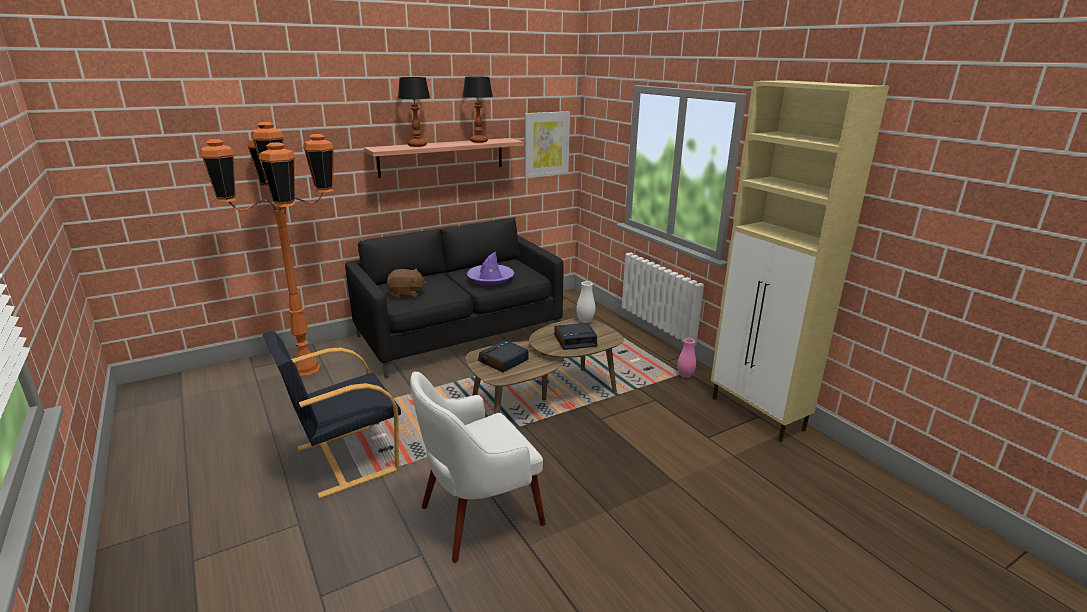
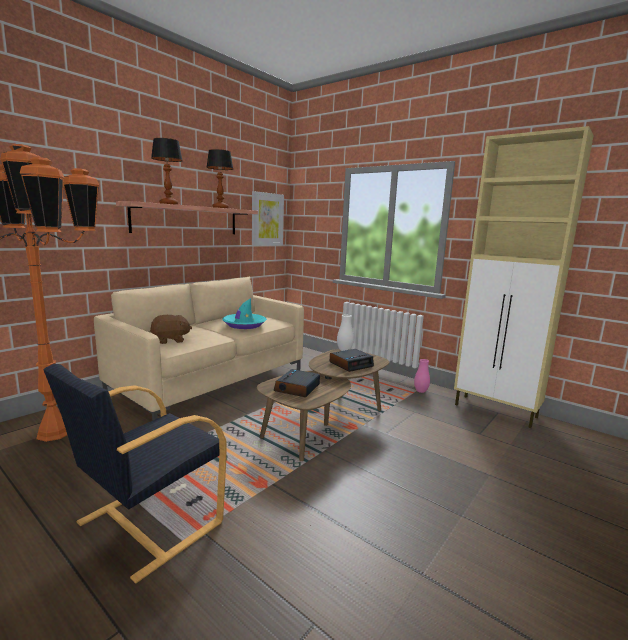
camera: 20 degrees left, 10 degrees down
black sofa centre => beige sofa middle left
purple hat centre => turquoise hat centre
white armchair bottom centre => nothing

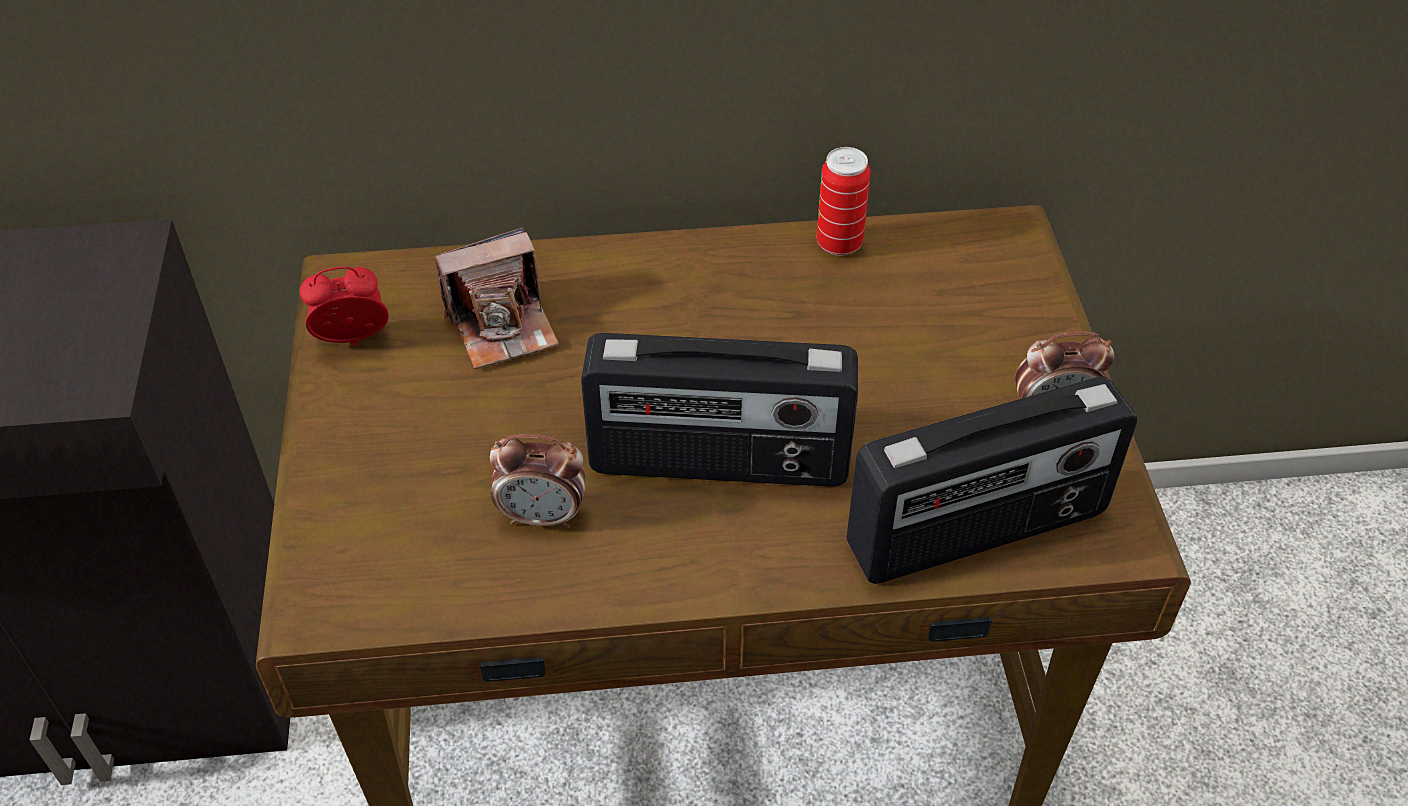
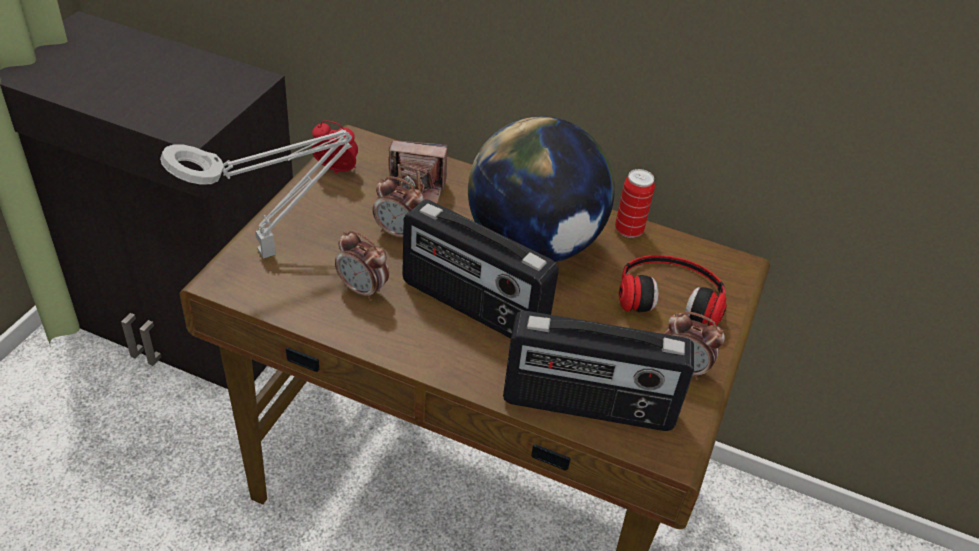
camera: 25 degrees right, 5 degrees down
nothing => grey table lamp middle left
nothing => alarm clock (no. 3 from left) centre
nothing => globe centre
nothing => headphones middle right

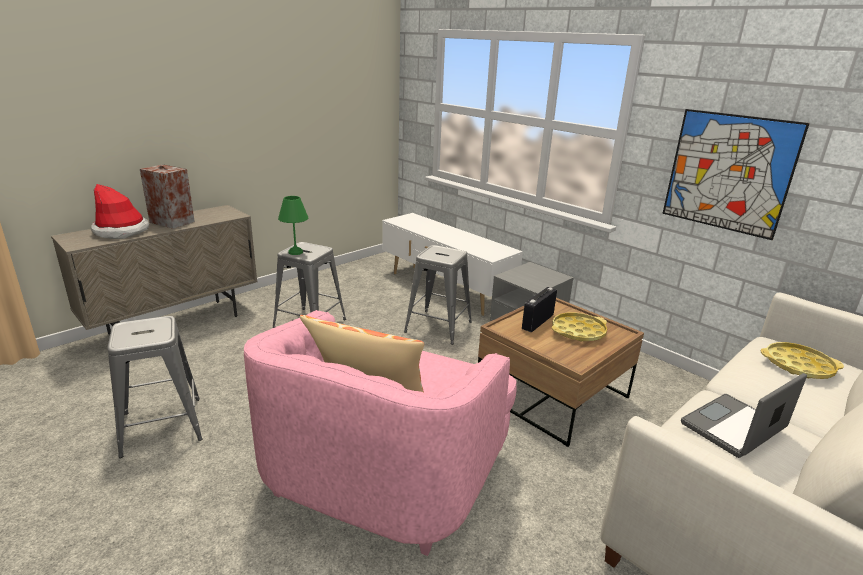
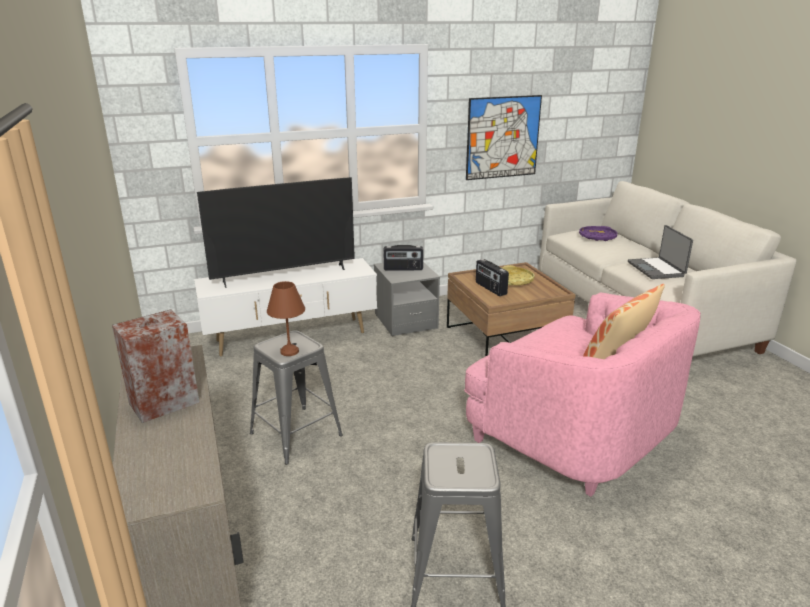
camera: 65 degrees left, 0 degrees up
nothing => television centre
green table lamp centre => brown table lamp centre
nothing => radio (no. 1 from left) centre
yellow tray (no. 2 from left) middle right => purple tray middle right
hat middle left => nothing
grey stool (no. 3 from left) centre => nothing

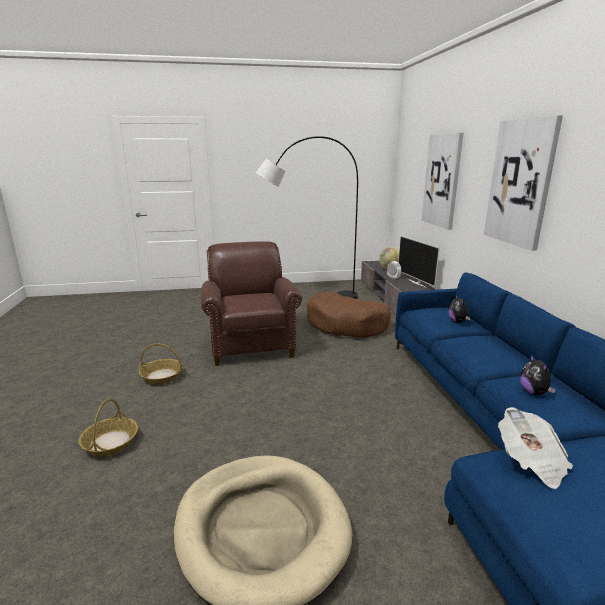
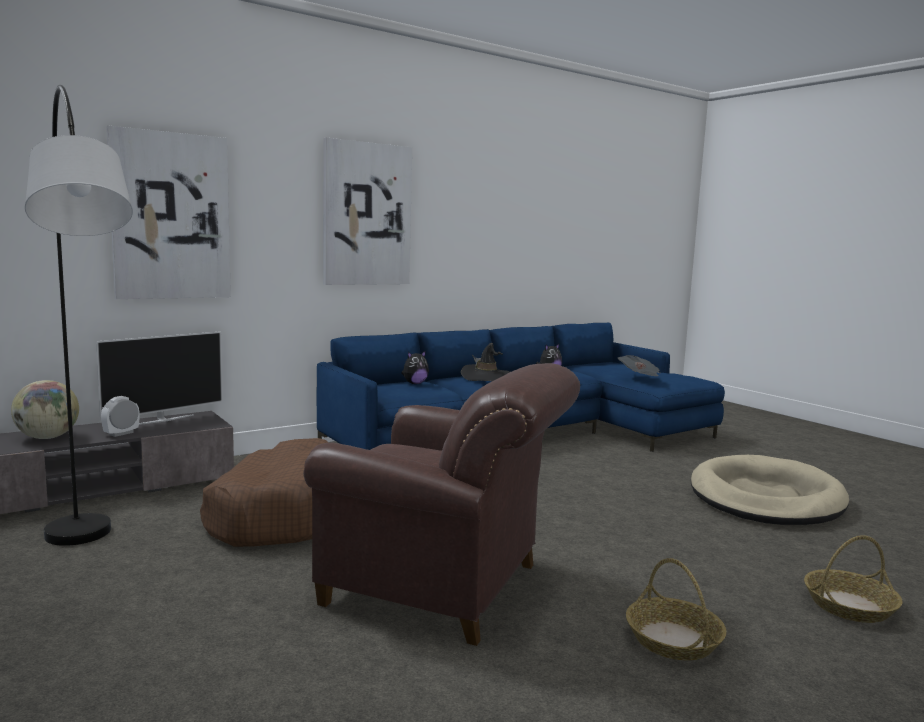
camera: 115 degrees left, 10 degrees down
brown armchair centre => brown armchair bottom centre, 120 degrees counterclockwise
nothing => black hat centre

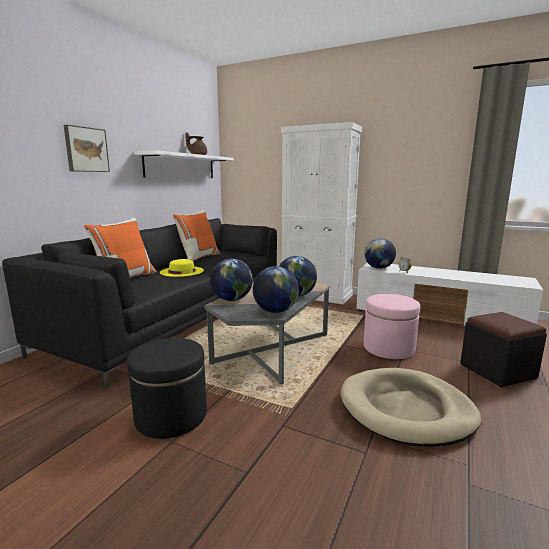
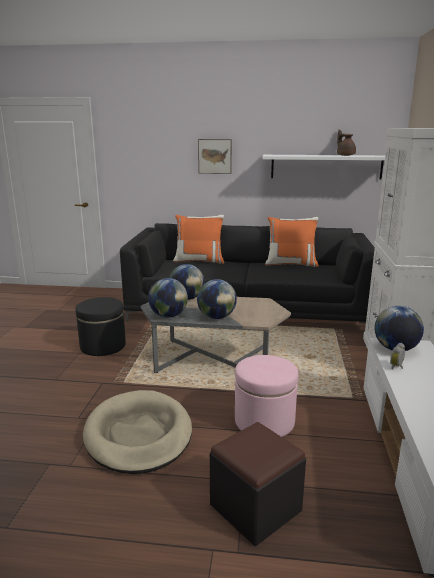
camera: 70 degrees right, 5 degrees up
yellow hat middle left => nothing

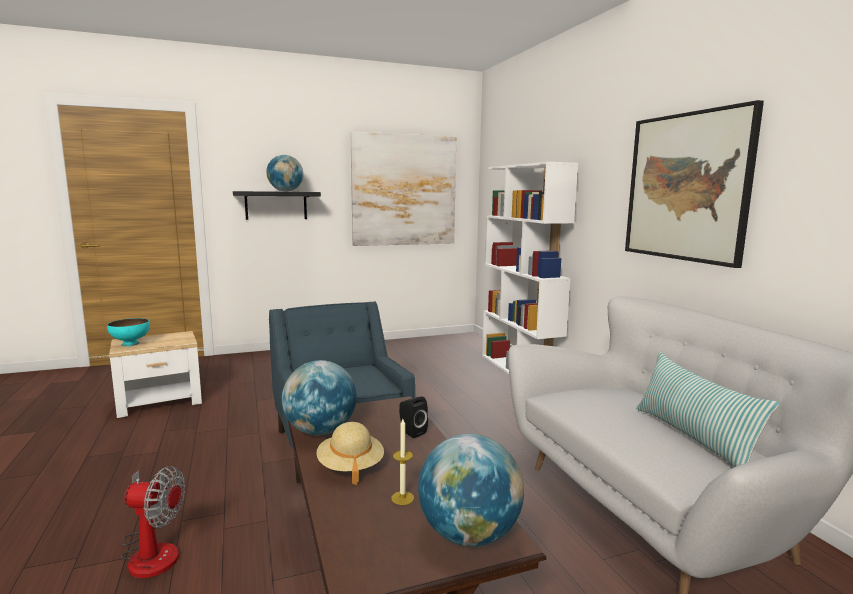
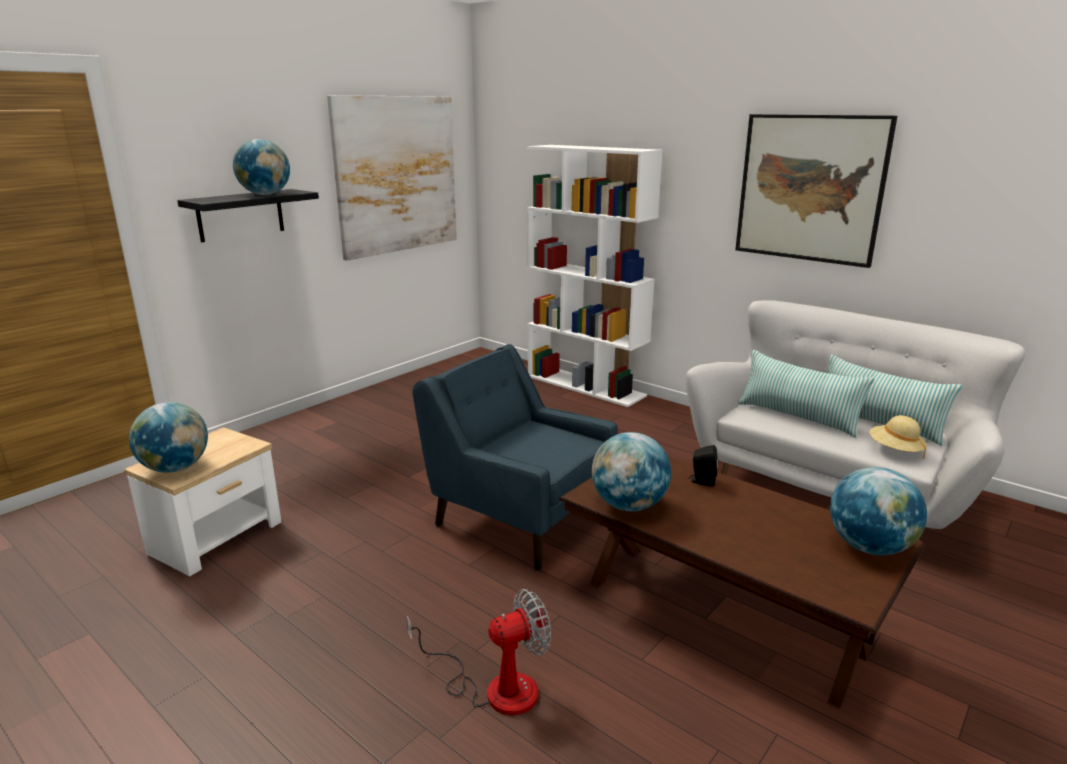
camera: 30 degrees left, 10 degrees up
turquoise bowl middle left => globe (no. 1 from left) middle left
nothing => pillow (no. 1 from left) middle right
beige hat bottom centre => beige hat middle right, relocated
candle bottom centre => nothing

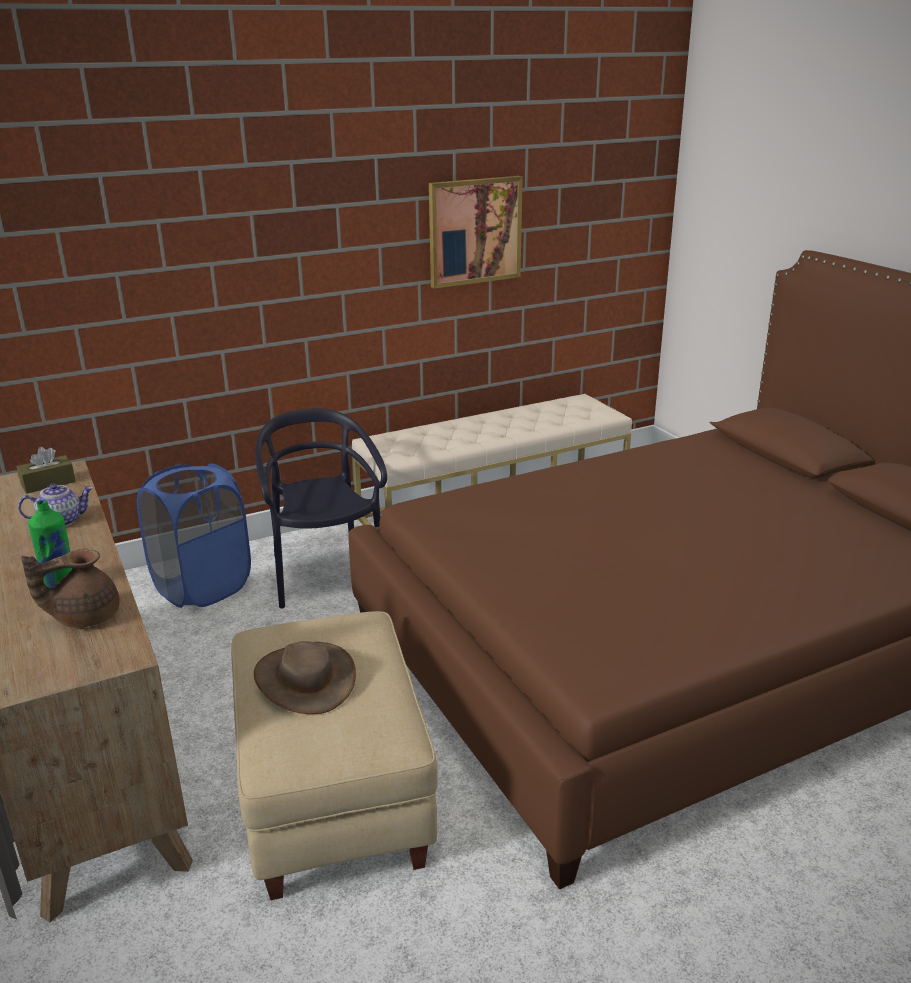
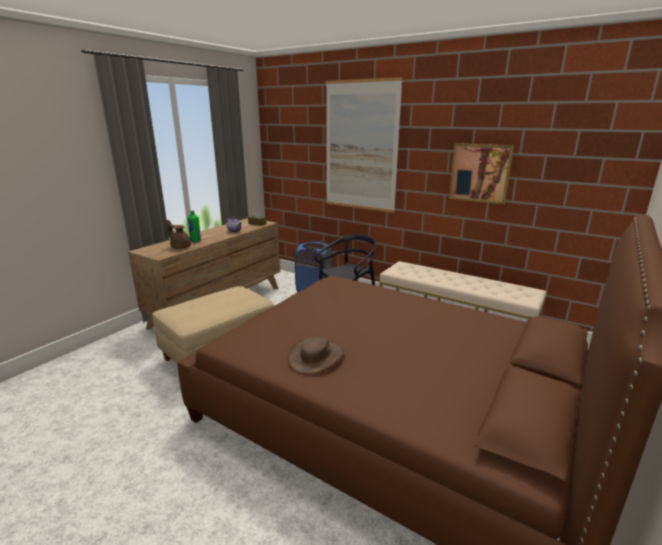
camera: 60 degrees right, 5 degrees down
brown hat bottom centre => brown hat centre, relocated
nothing => picture (no. 1 from left) top centre

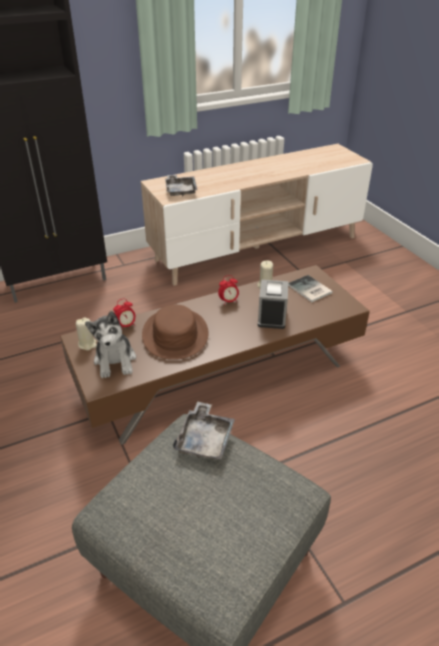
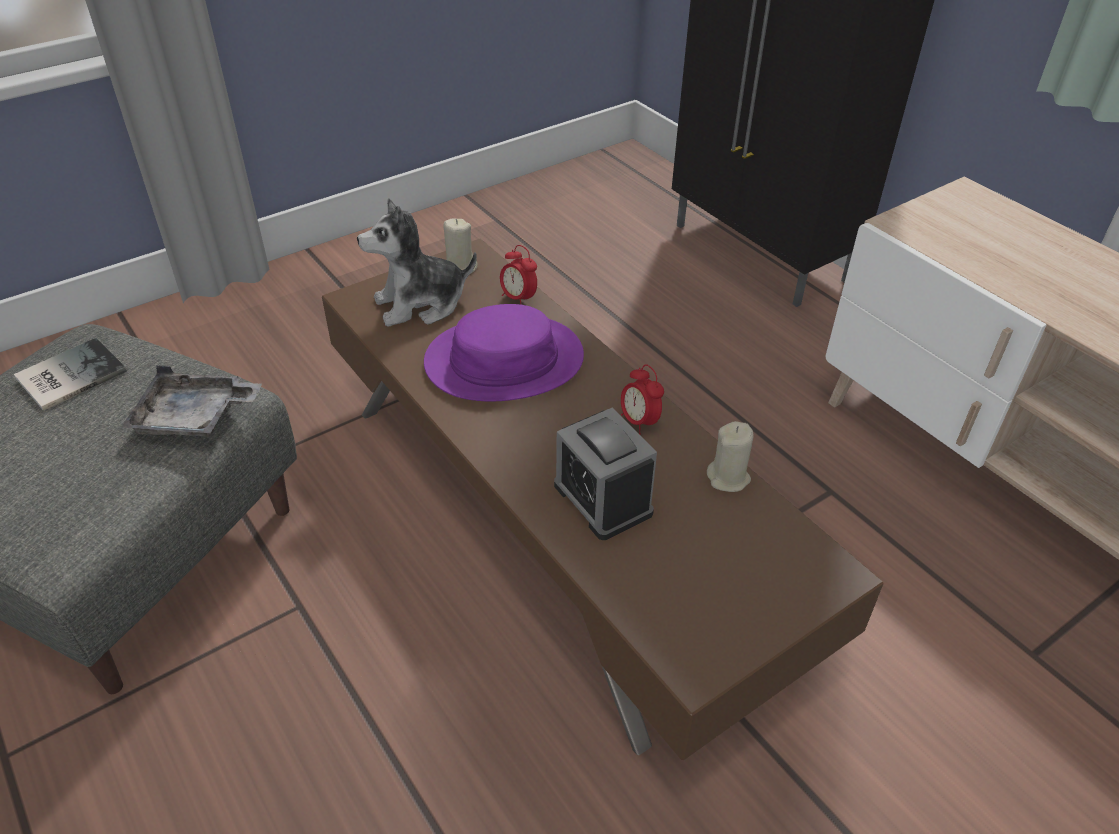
camera: 80 degrees right, 5 degrees up
book middle right => book middle left, relocated
brown hat centre => purple hat centre
alarm clock (no. 3 from left in the first image) centre => alarm clock (no. 2 from left) centre, 60 degrees clockwise
grey tray (no. 1 from left) top centre => nothing

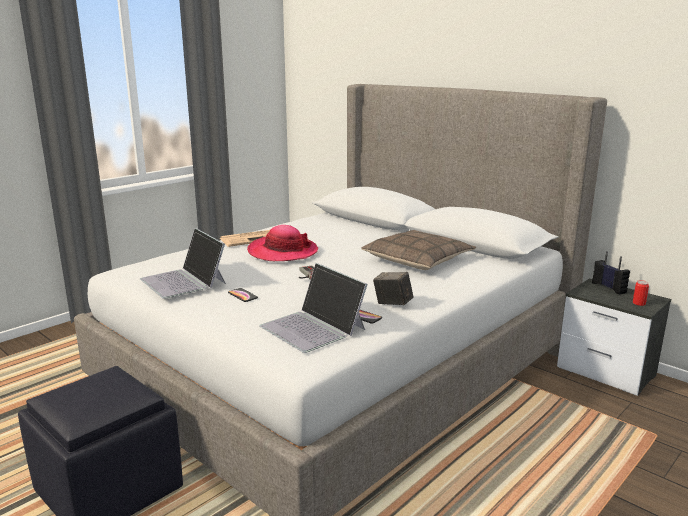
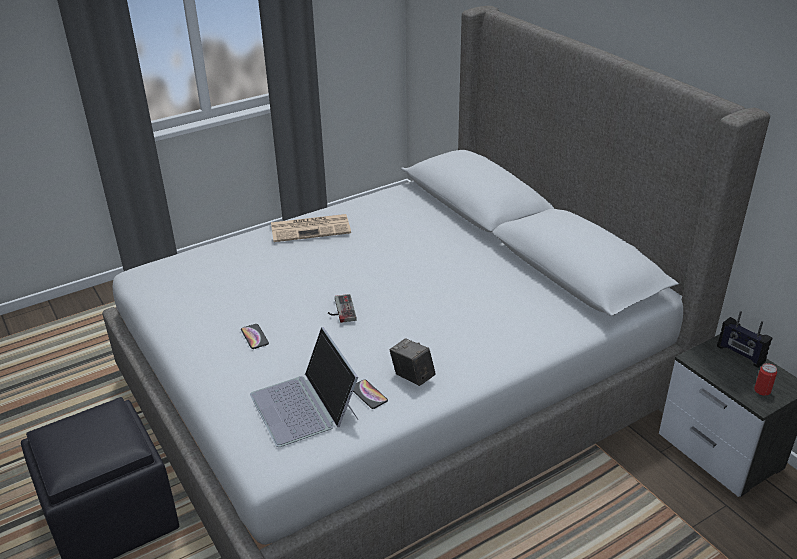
camera: 15 degrees right, 15 degrees up
radio middle right, 150 degrees clockwise
laptop (no. 1 from left) middle left => nothing
hat centre => nothing
pillow centre => nothing

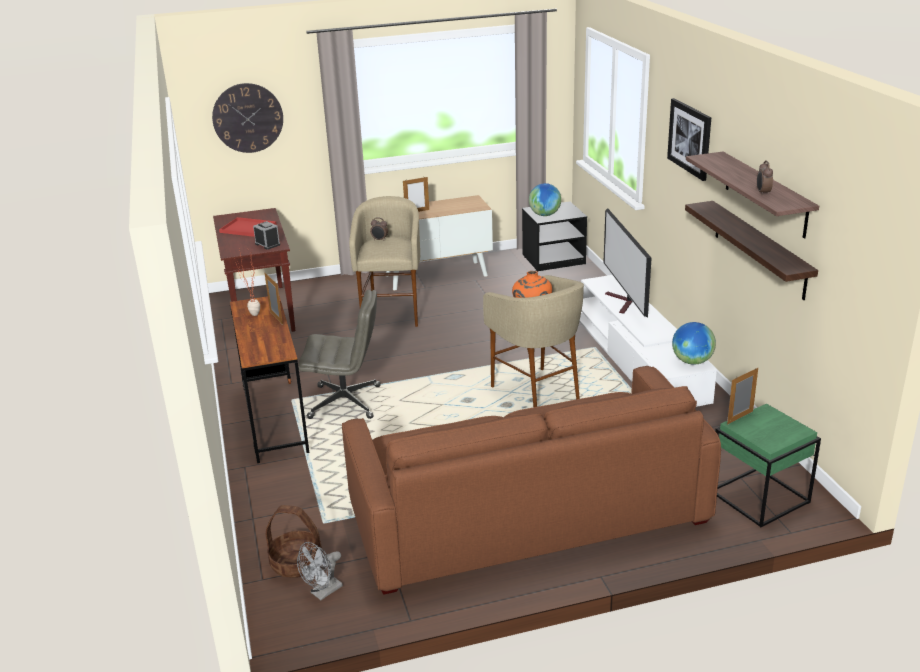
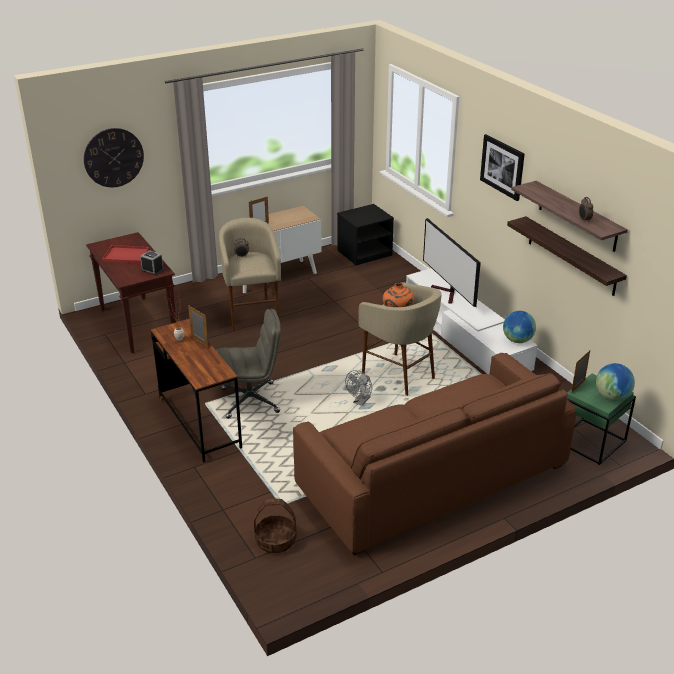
camera: 15 degrees left, 5 degrees up
grey fan bottom centre => grey fan centre, relocated
globe (no. 1 from left in the first image) top centre => globe (no. 2 from left) middle right, relocated

